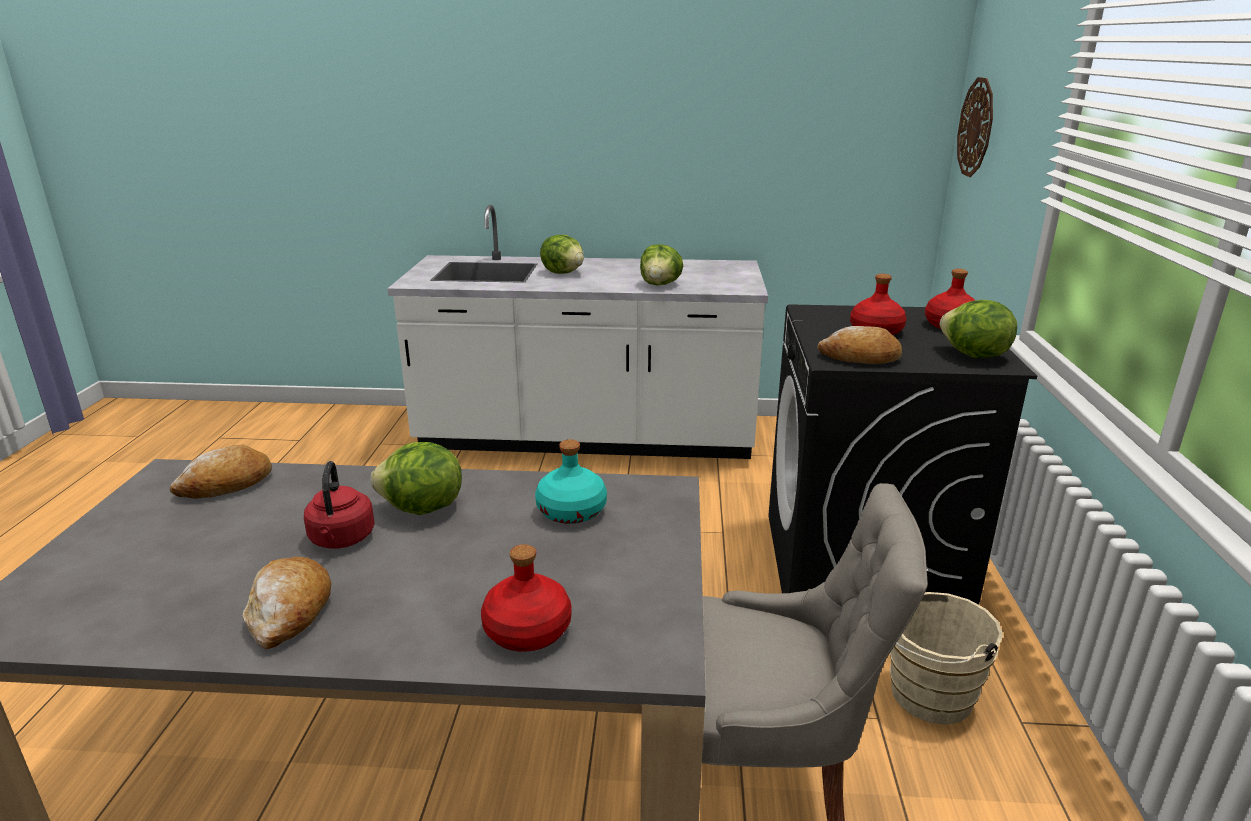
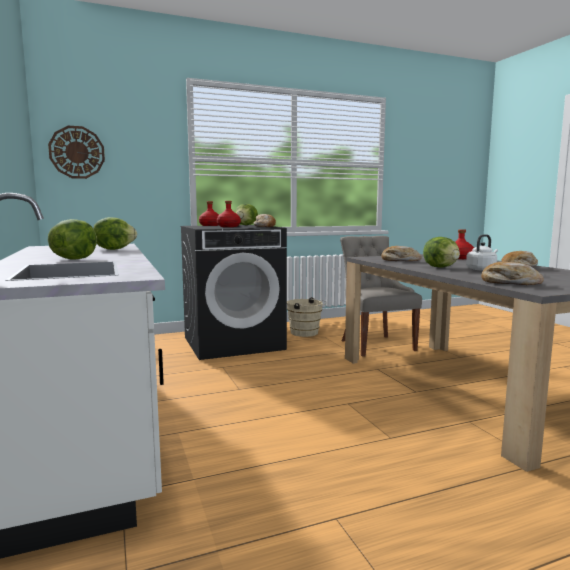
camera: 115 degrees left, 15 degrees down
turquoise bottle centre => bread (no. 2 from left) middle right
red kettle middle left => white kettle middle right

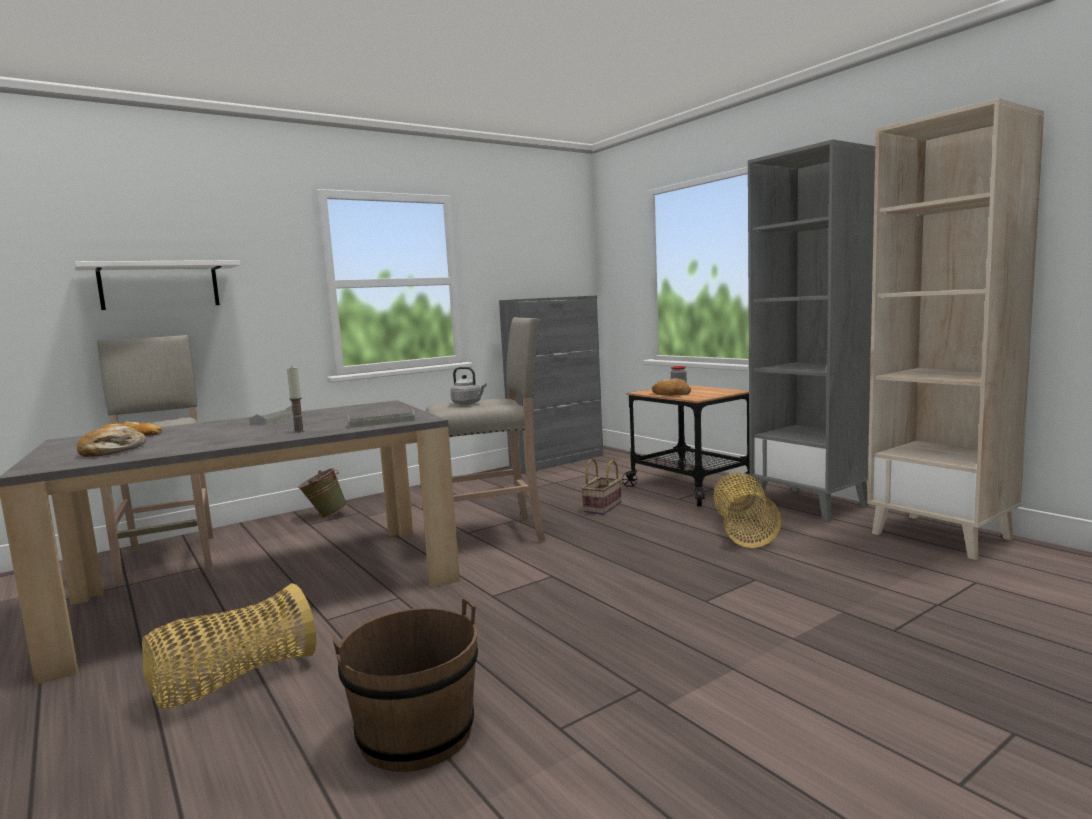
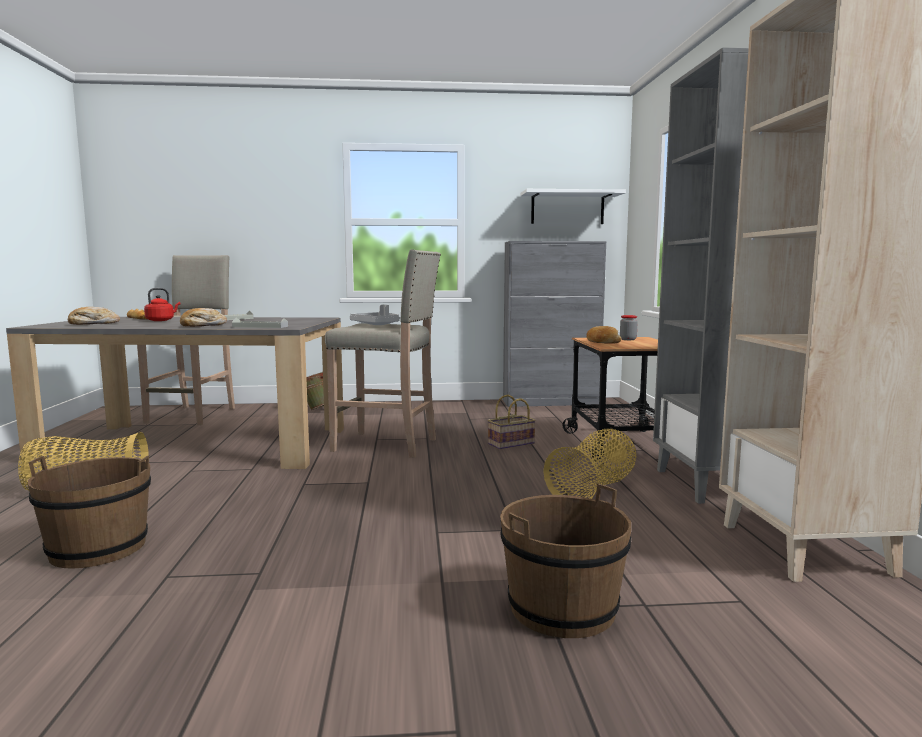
camera: 30 degrees right, 0 degrees up
nothing => red kettle middle left
candle middle left => bread (no. 3 from left) middle left
grey kettle centre => grey tray (no. 3 from left) centre
nothing => brown bucket (no. 2 from left) bottom centre
white shelf middle left => white shelf top centre, relocated

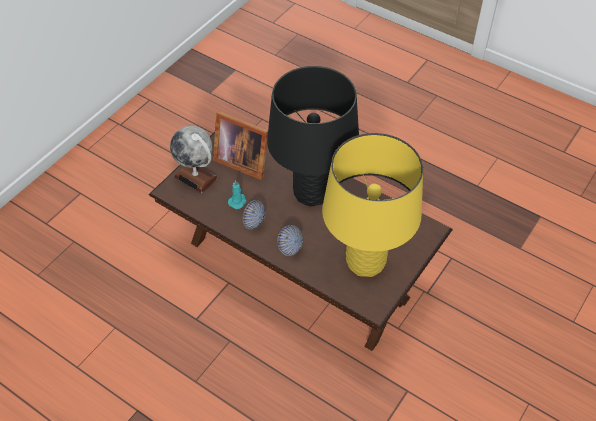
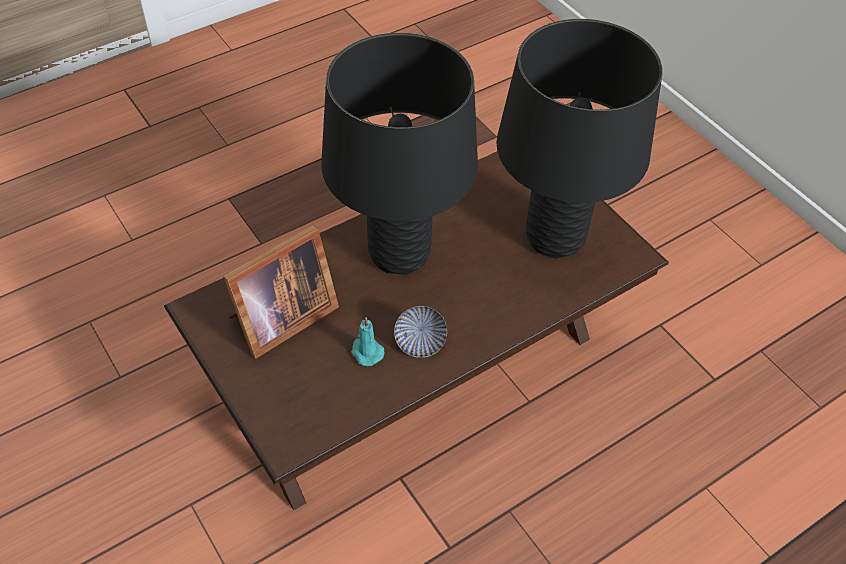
camera: 70 degrees left, 0 degrees up
yellow table lamp centre => black table lamp (no. 2 from left) top right
globe middle left => nothing
bowl (no. 2 from left) centre => nothing

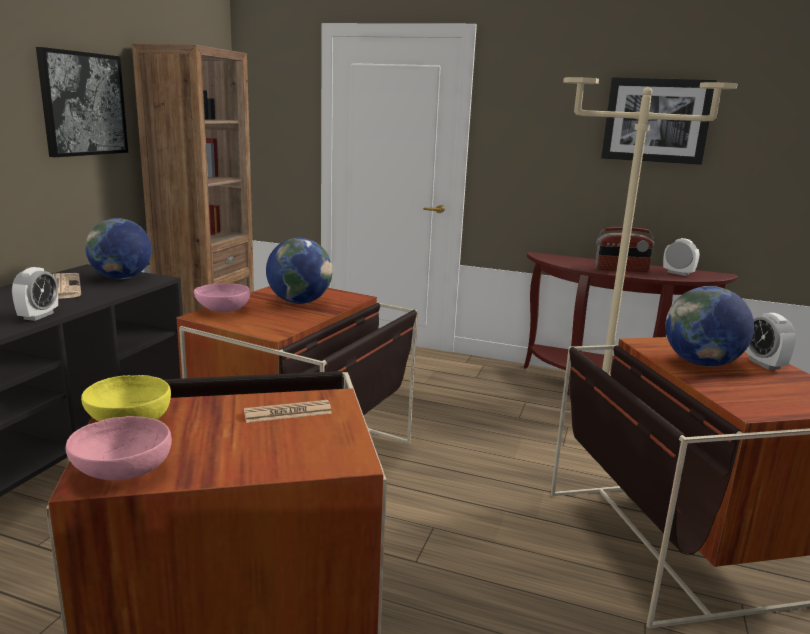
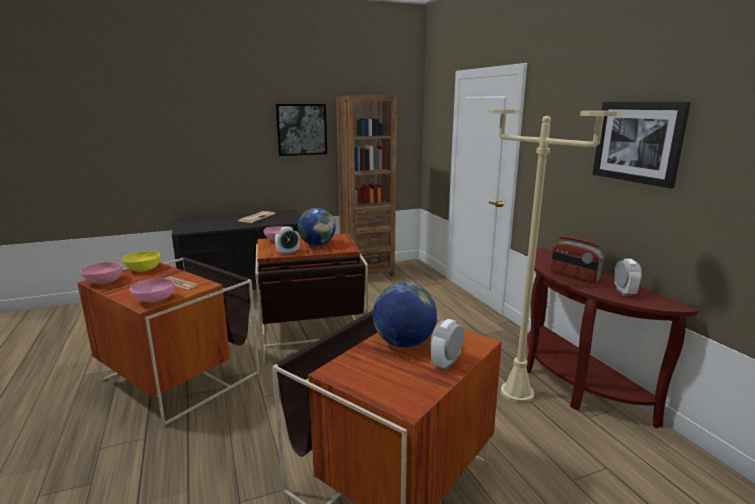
camera: 50 degrees right, 0 degrees up
nothing => pink bowl (no. 2 from left) middle left
alarm clock (no. 1 from left) middle left => alarm clock (no. 1 from left) centre, relocated
globe (no. 1 from left) middle left => nothing

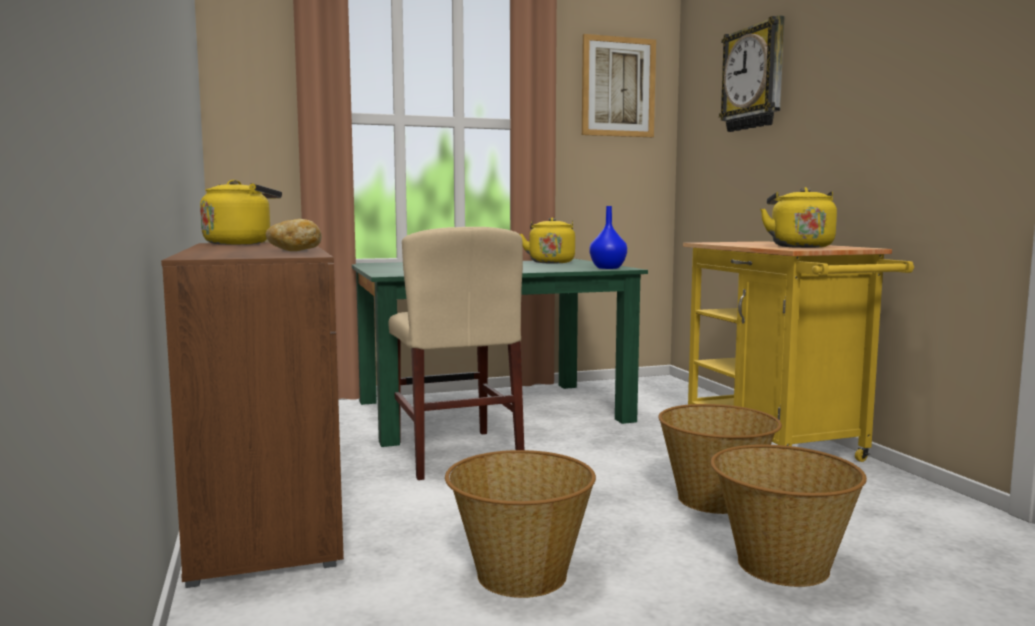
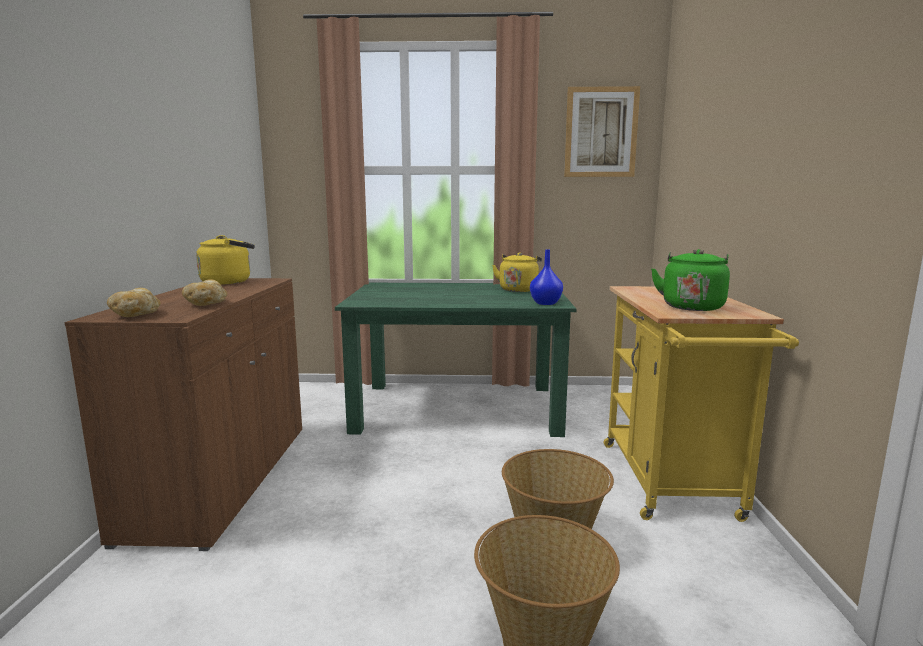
camera: 20 degrees right, 5 degrees up
nothing => bread (no. 1 from left) middle left
yellow kettle (no. 3 from left) middle right => green kettle middle right
beige chair centre => nothing
basket (no. 1 from left) bottom centre => nothing
wall clock top right => nothing

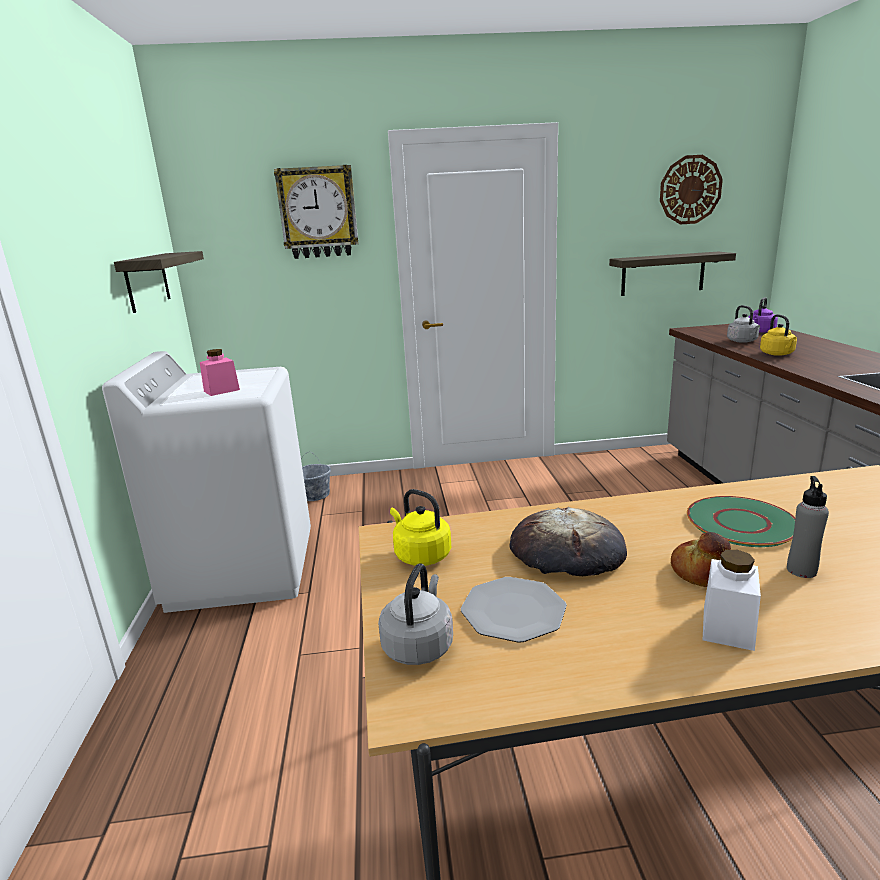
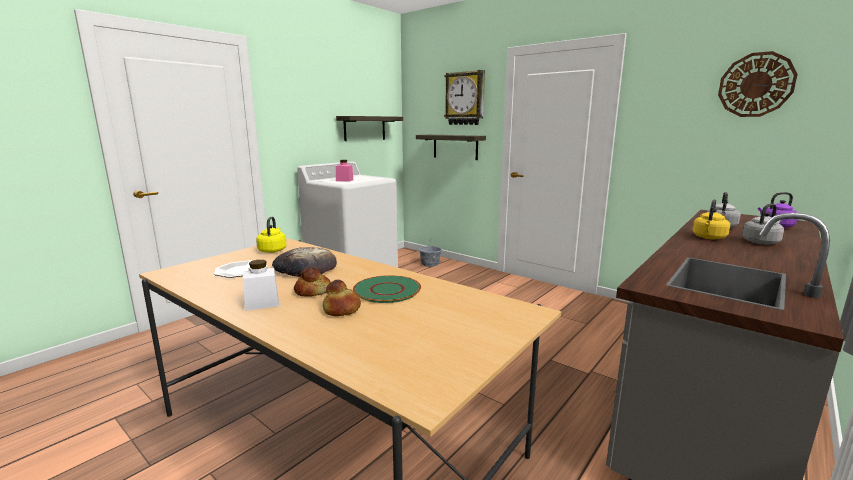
camera: 45 degrees right, 5 degrees down
grey bottle middle right => bread (no. 3 from left) centre
shelf (no. 2 from left) top right => shelf (no. 2 from left) top centre, relocated
grey kettle (no. 1 from left in the first image) bottom centre => grey kettle (no. 2 from left) middle right, relocated

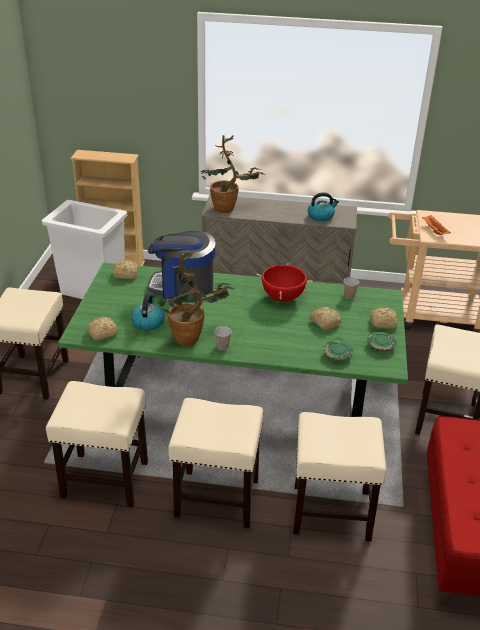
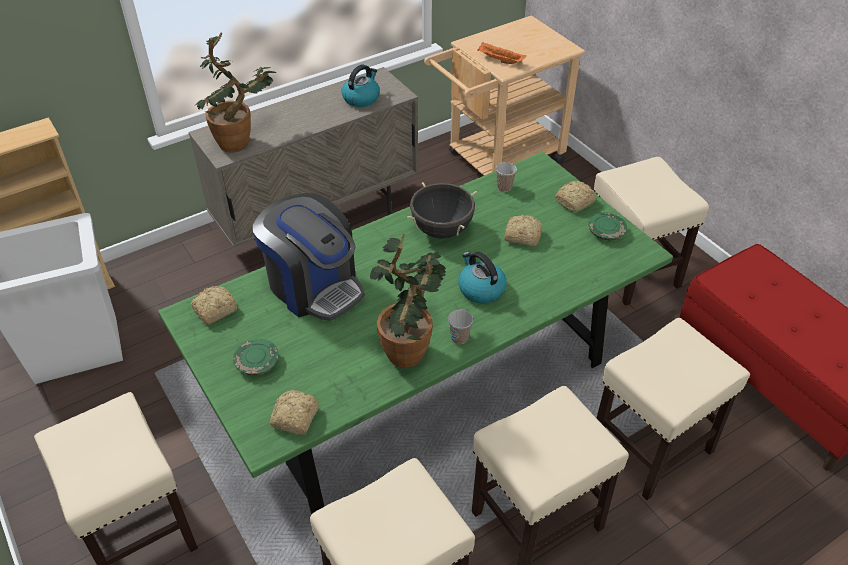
camera: 40 degrees left, 10 degrees up
green plate (no. 1 from left) middle right => green plate (no. 1 from left) middle left, relocated
coffee machine centre, 105 degrees counterclockwise
red cooking pot centre => black cooking pot centre
kettle (no. 1 from left in the first image) middle left => kettle (no. 2 from left) centre, relocated

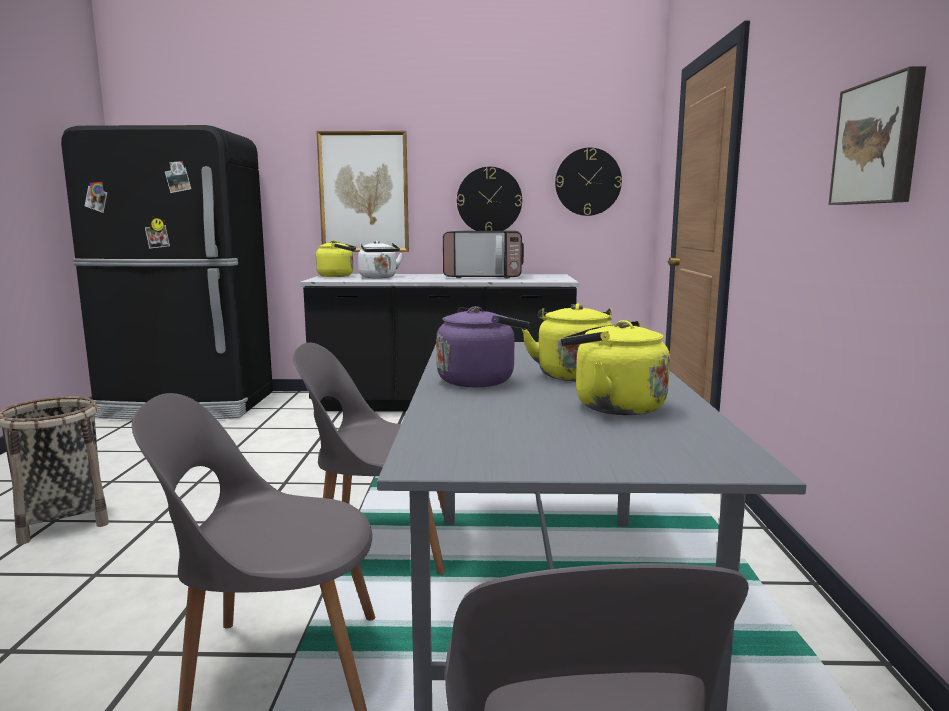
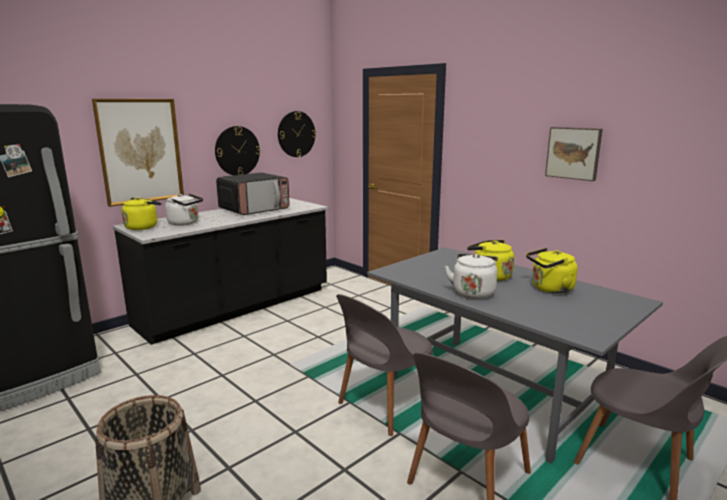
camera: 45 degrees left, 5 degrees up
purple kettle centre => white kettle (no. 2 from left) centre

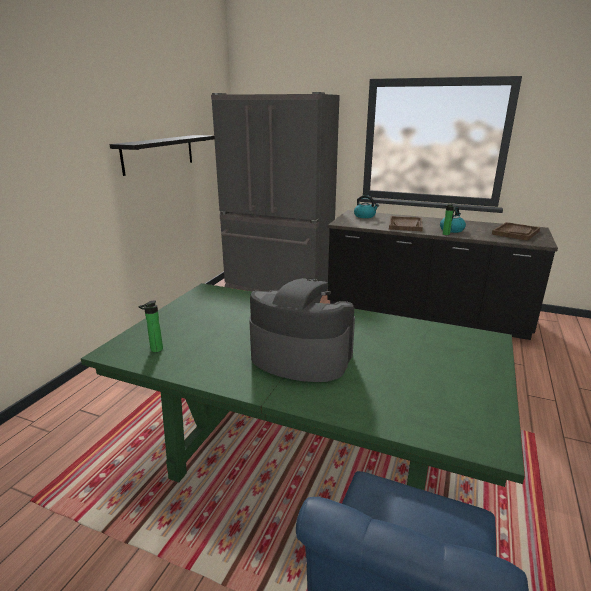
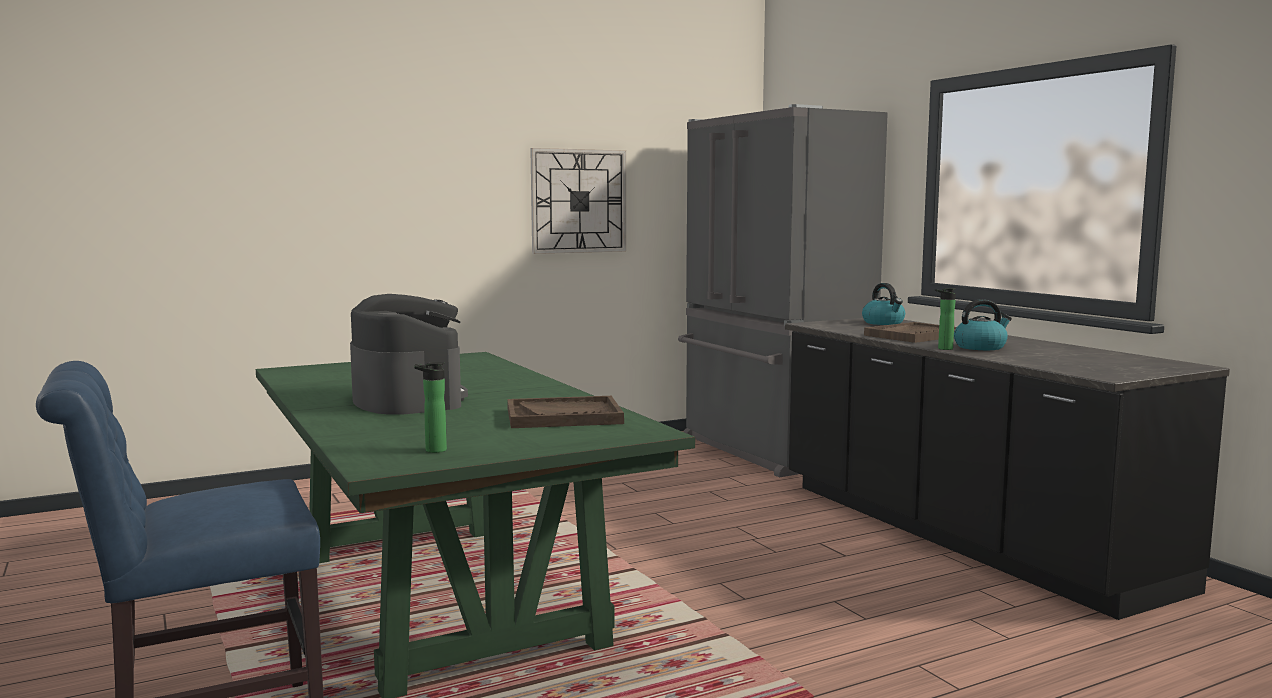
camera: 40 degrees right, 15 degrees down
bottle (no. 1 from left) middle left => bottle (no. 1 from left) centre, relocated
brown tray (no. 2 from left in the first image) middle right => brown tray (no. 1 from left) centre, relocated
black shelf top left => wall clock top centre

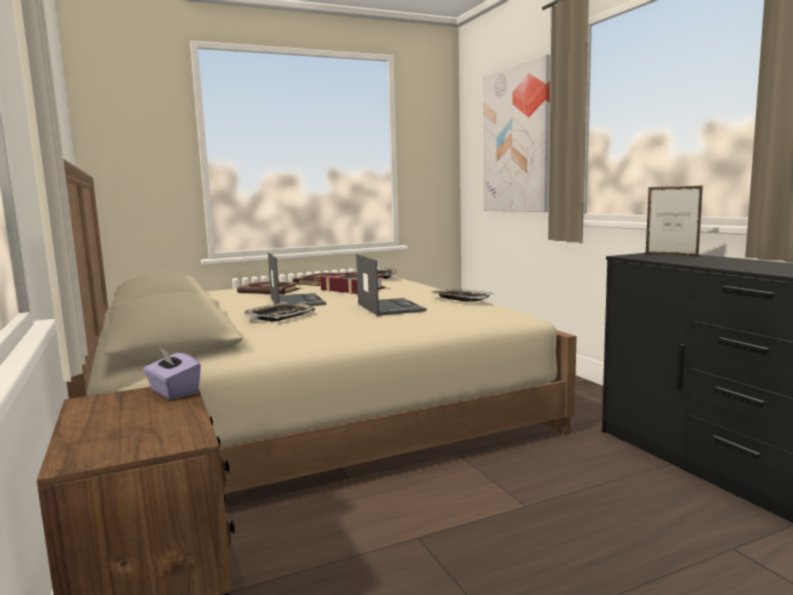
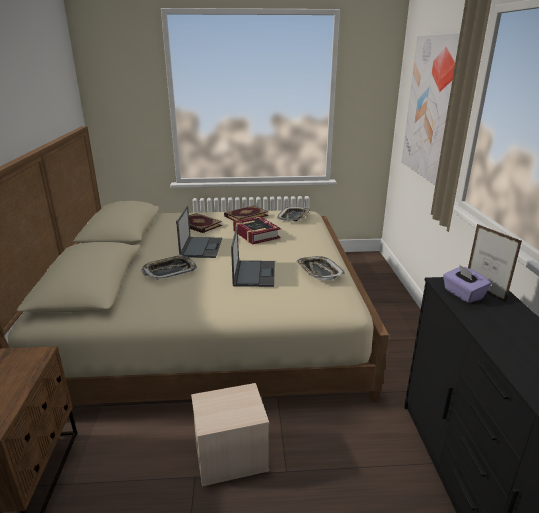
camera: 20 degrees right, 15 degrees up
nothing => beige storage box bottom centre
purple tissue box middle left => purple tissue box middle right, relocated

